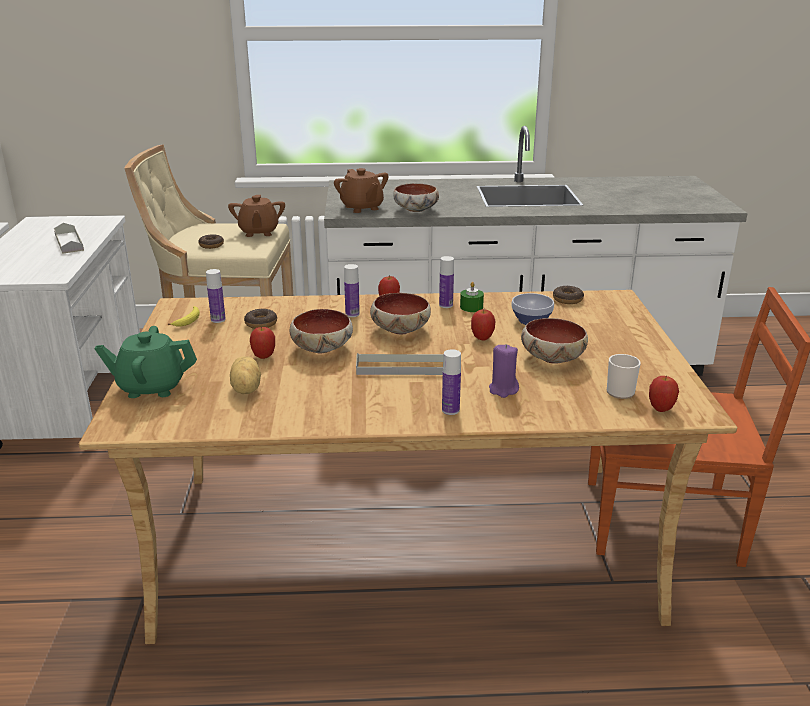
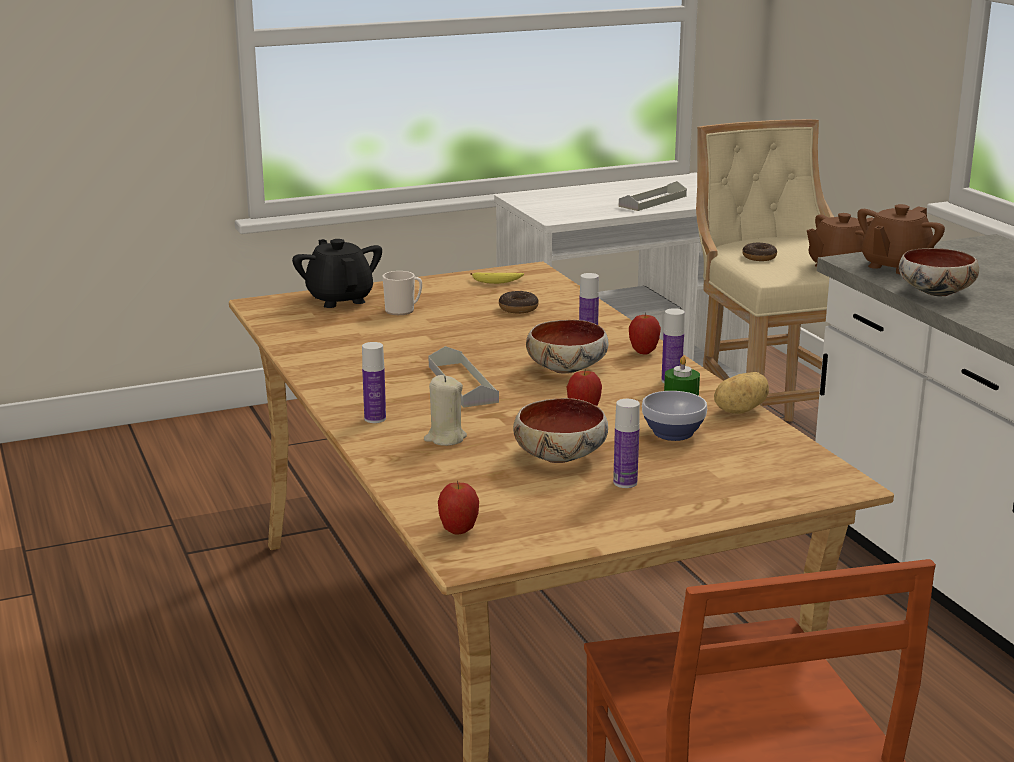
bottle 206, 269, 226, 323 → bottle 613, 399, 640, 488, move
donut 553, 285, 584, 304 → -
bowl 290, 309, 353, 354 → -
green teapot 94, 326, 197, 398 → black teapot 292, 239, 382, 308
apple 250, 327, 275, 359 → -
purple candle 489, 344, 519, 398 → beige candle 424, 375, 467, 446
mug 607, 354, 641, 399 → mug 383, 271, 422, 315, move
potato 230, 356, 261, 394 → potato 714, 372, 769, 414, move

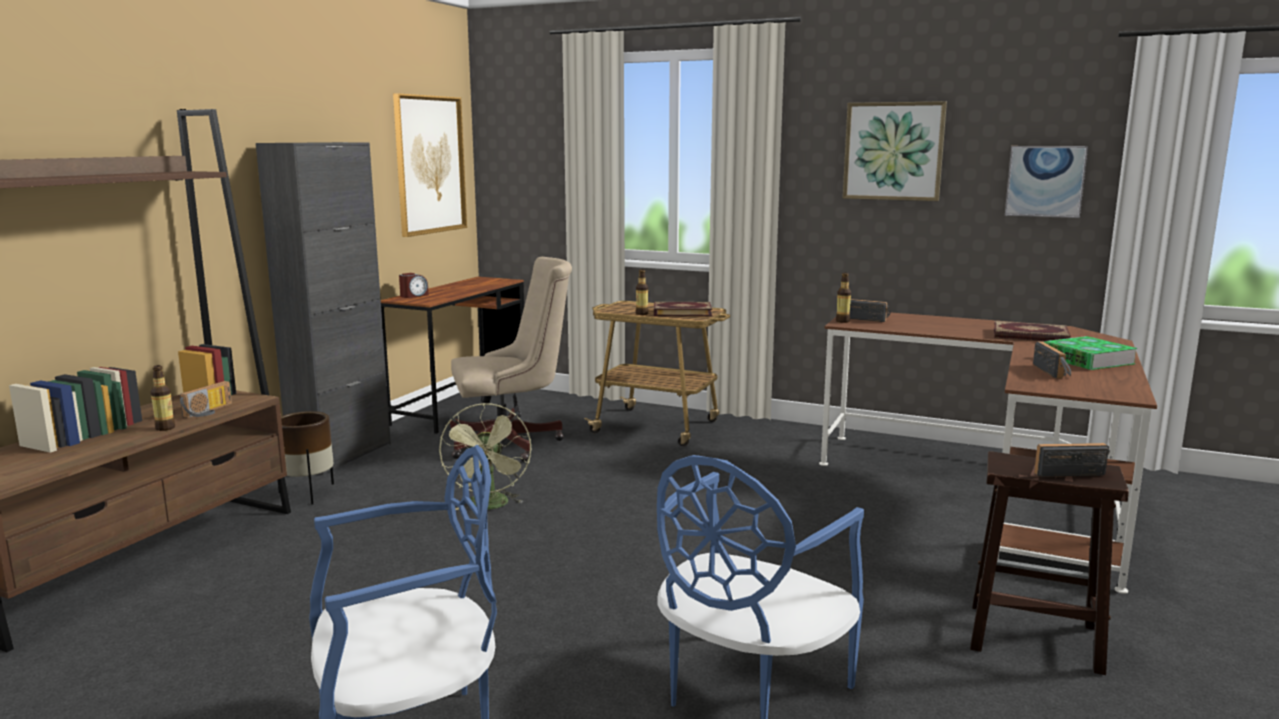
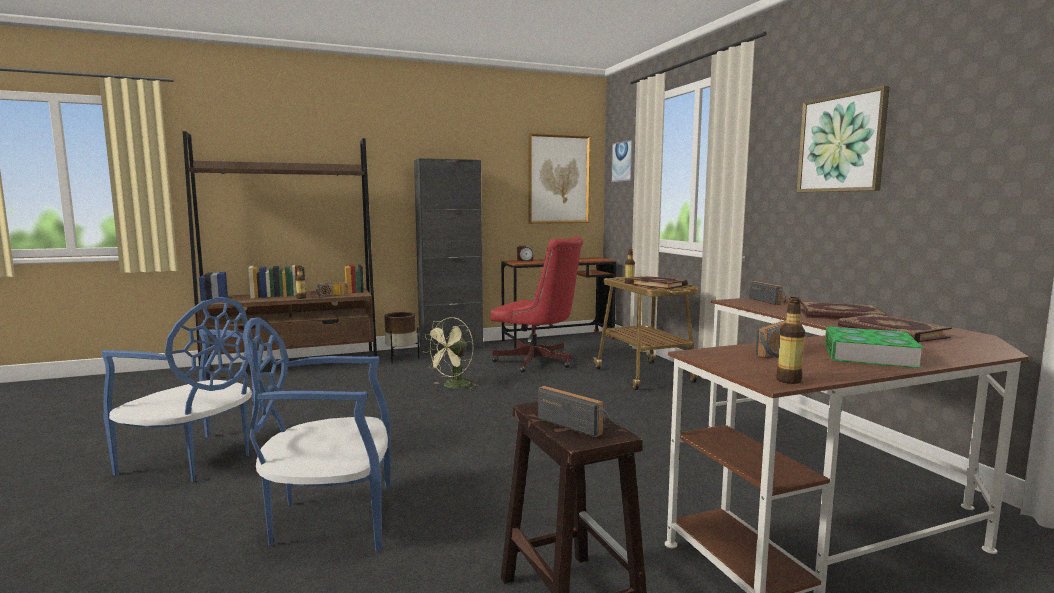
picture 1005, 146, 1088, 218 → picture 611, 140, 634, 182, move
beige office chair 450, 257, 572, 462 → red office chair 491, 237, 583, 373
bottle 836, 273, 851, 323 → bottle 776, 297, 805, 384, move
- → book 801, 302, 886, 319

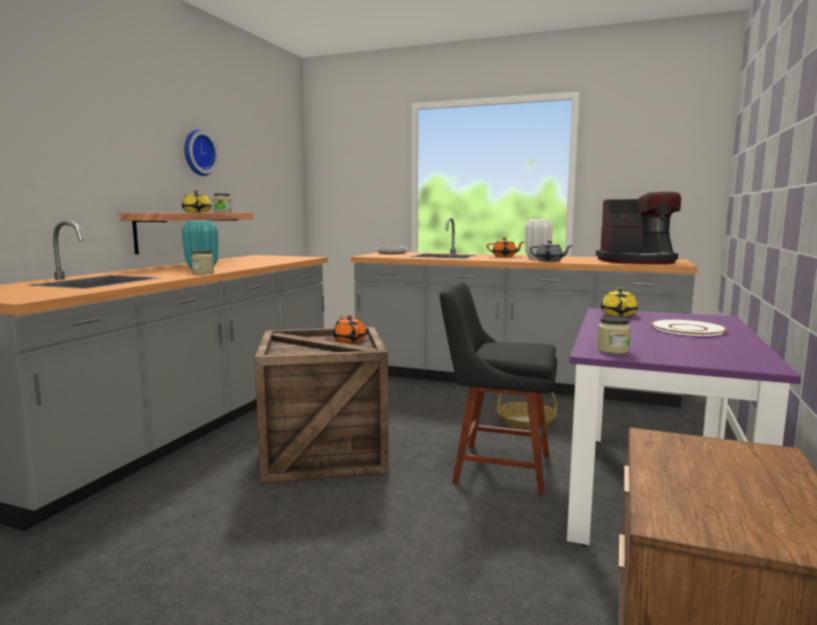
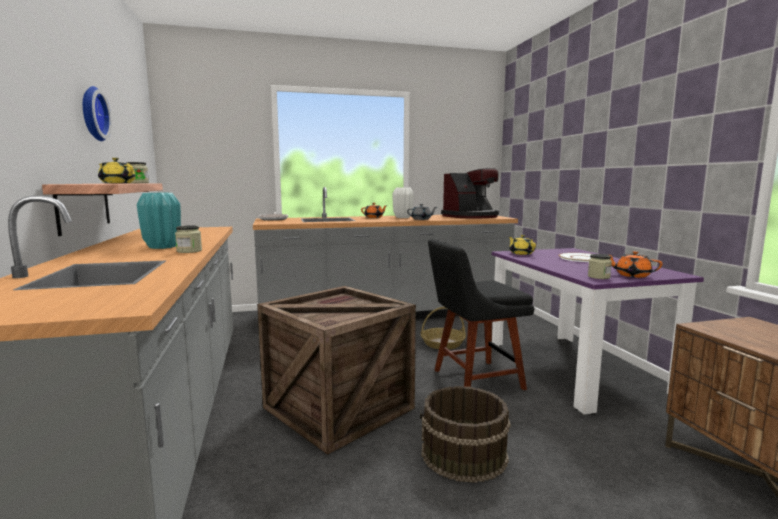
orange teapot 333, 315, 366, 343 → orange teapot 605, 251, 663, 278, move
- → brown bucket 420, 386, 510, 483

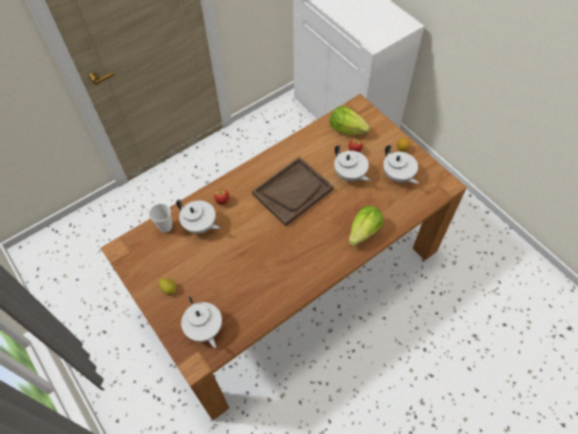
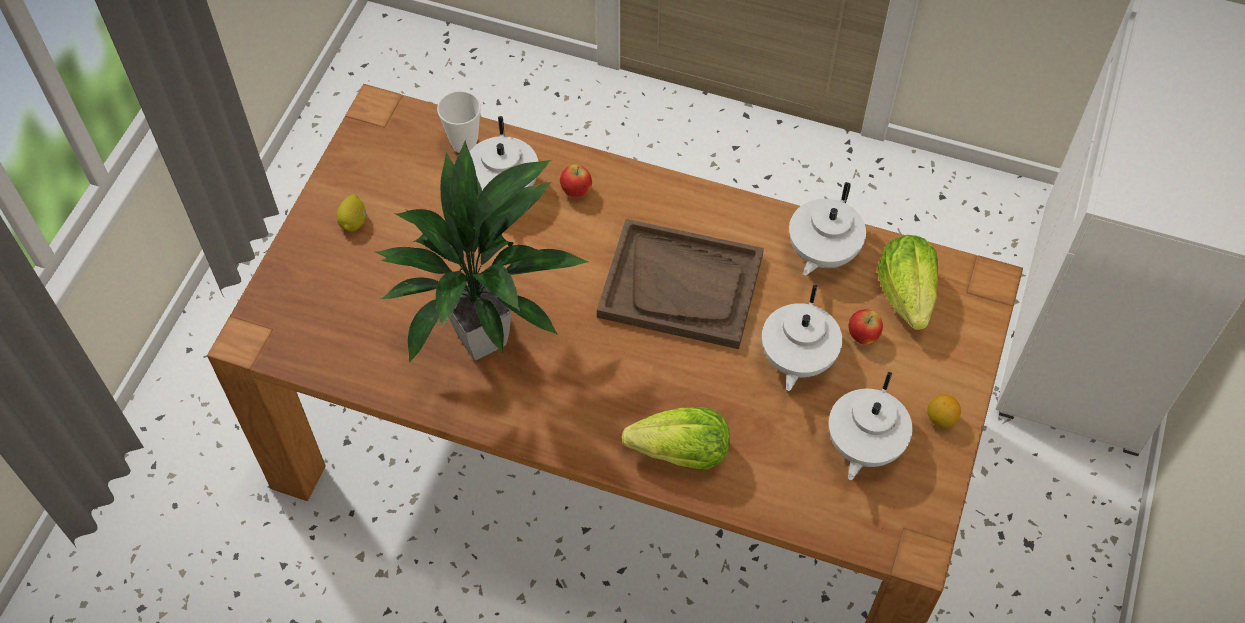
white teapot 181, 296, 222, 348 → white teapot 789, 182, 866, 276, move
- → potted plant 376, 140, 589, 362

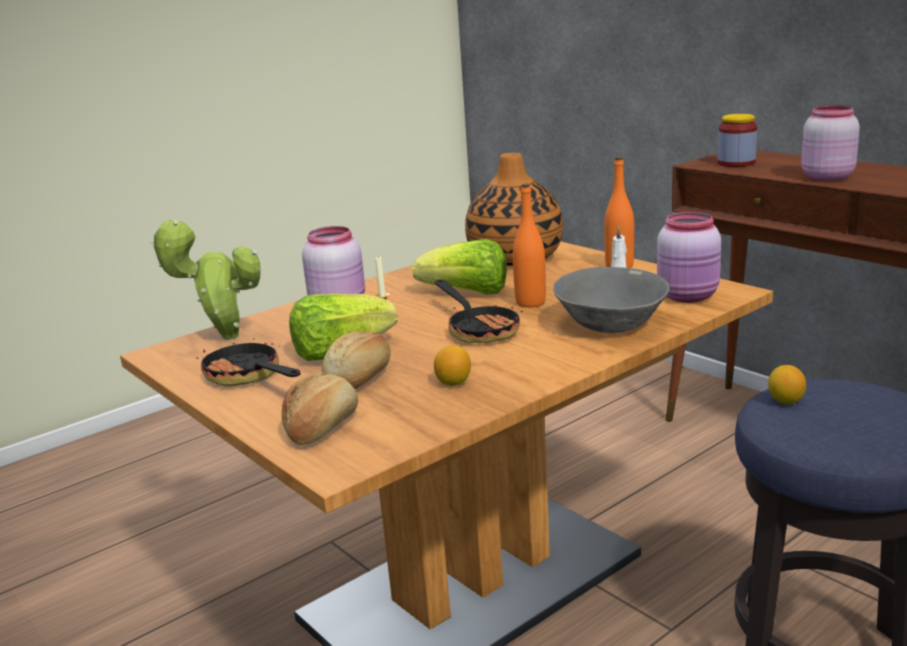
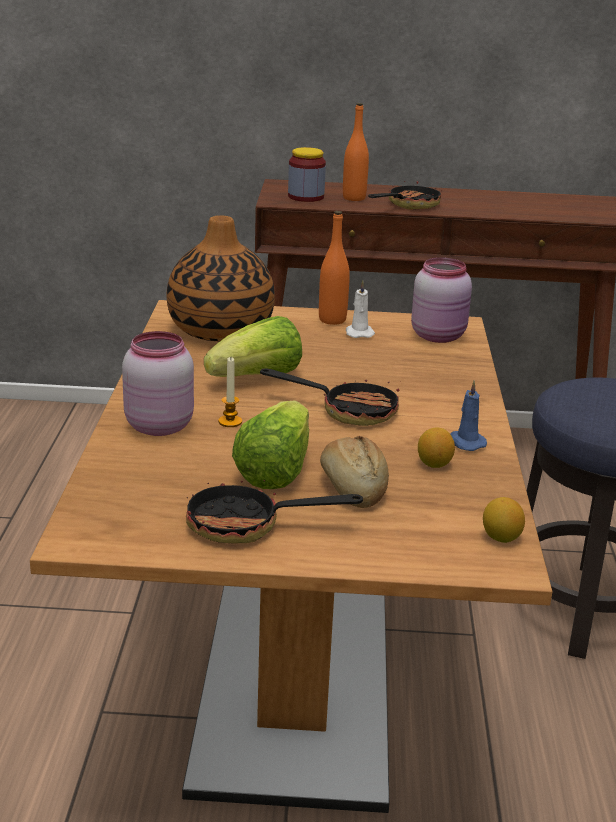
pink jar 801, 105, 860, 181 → frying pan 368, 181, 442, 210
orange bottle 513, 184, 546, 308 → orange bottle 343, 103, 369, 201, move
potted plant 151, 220, 261, 340 → -
grey bowl 553, 267, 670, 333 → -
lemon 768, 365, 806, 404 → lemon 483, 497, 525, 543, move
bread 282, 373, 358, 445 → -
- → blue candle 450, 380, 487, 451

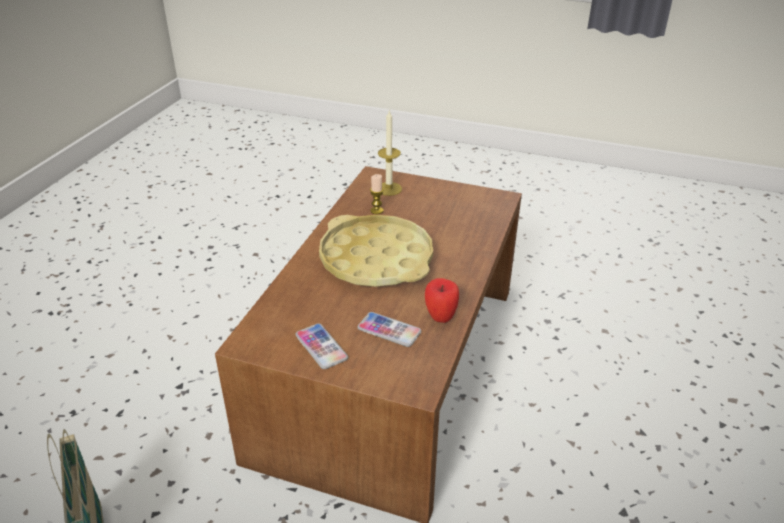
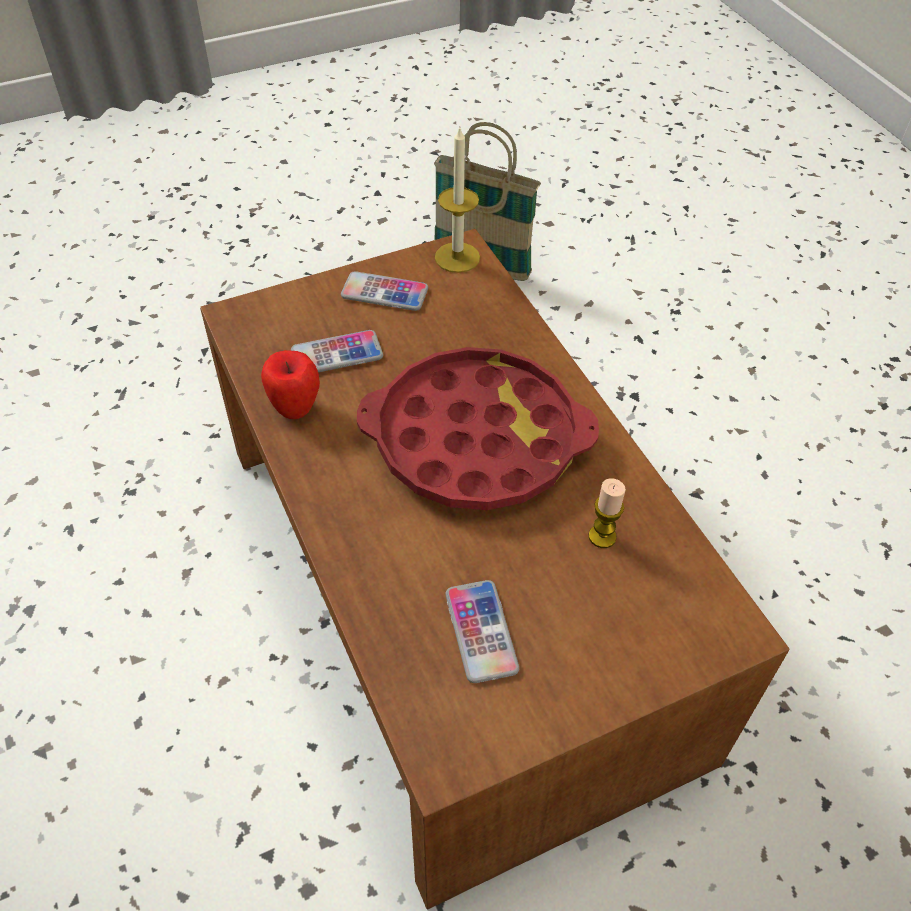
candle 378, 111, 402, 196 → candle 435, 128, 480, 273, move
yellow tray 319, 215, 433, 287 → red tray 357, 347, 599, 510
- → phone 445, 580, 519, 683

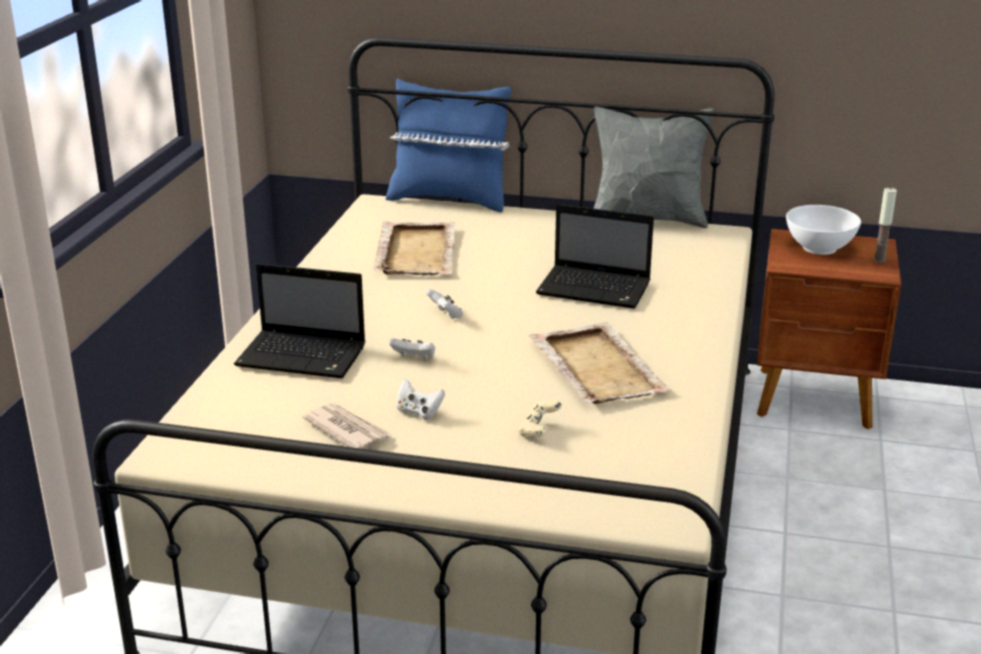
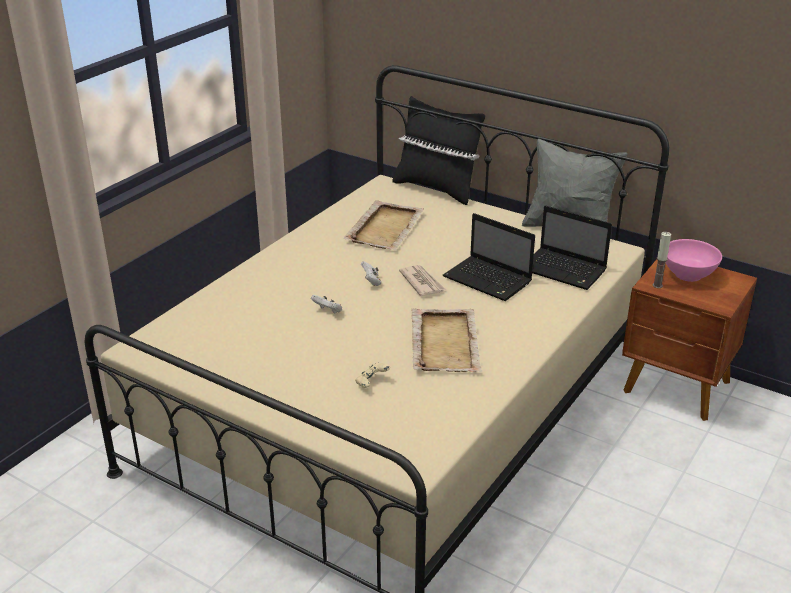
blue pillow 386, 78, 512, 212 → black pillow 392, 96, 485, 205
candle 873, 187, 897, 263 → candle 653, 232, 671, 288, move
white bowl 786, 205, 861, 255 → pink bowl 666, 239, 722, 282
laptop 234, 264, 366, 378 → laptop 532, 205, 612, 290, move
white game controller 397, 379, 445, 419 → -
newspaper 302, 403, 391, 449 → newspaper 399, 265, 446, 296, move

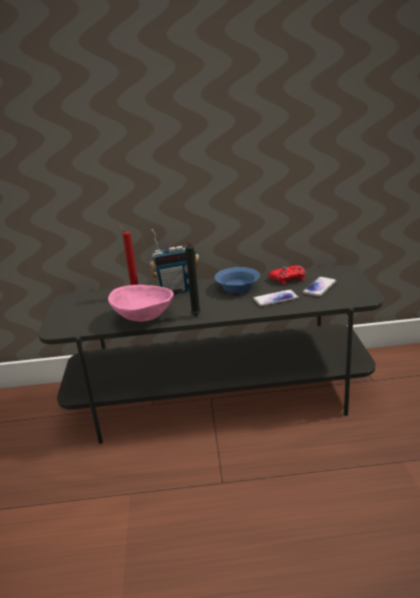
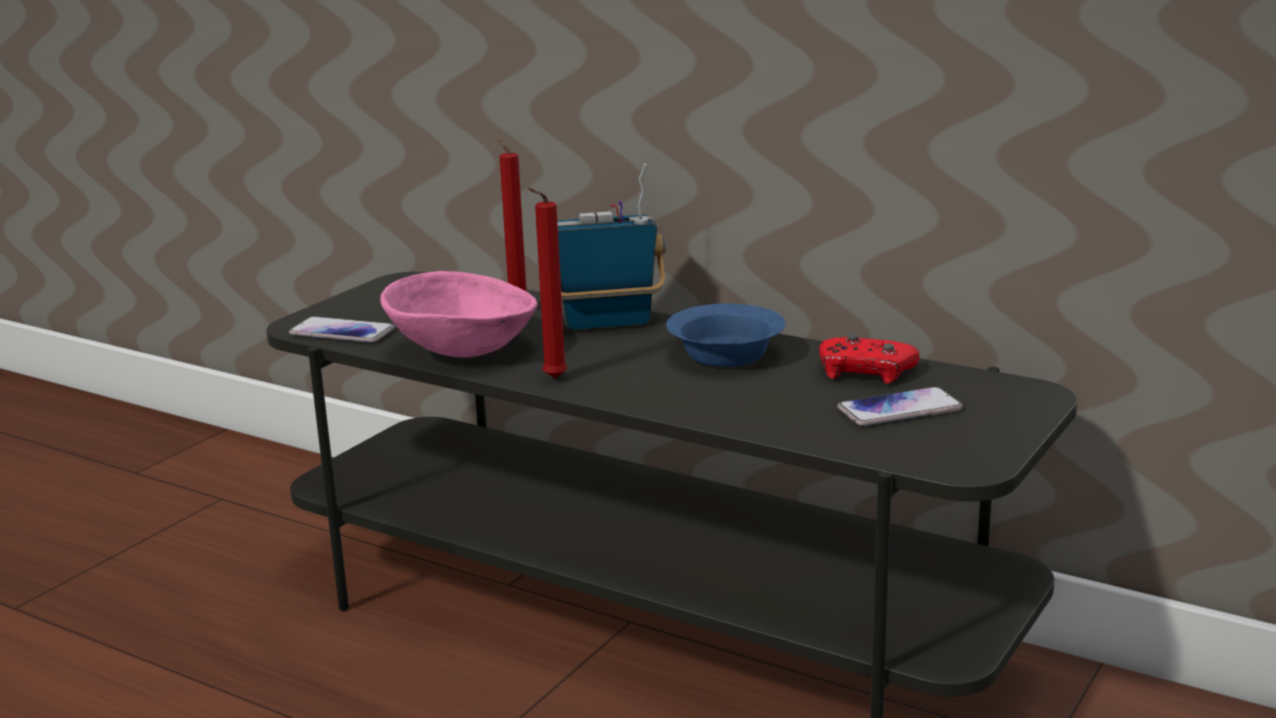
radio 149, 229, 199, 294 → radio 557, 163, 666, 330, 150 degrees clockwise
black candle 185, 242, 201, 316 → red candle 527, 187, 568, 379
phone 253, 289, 299, 306 → phone 289, 317, 395, 343, move

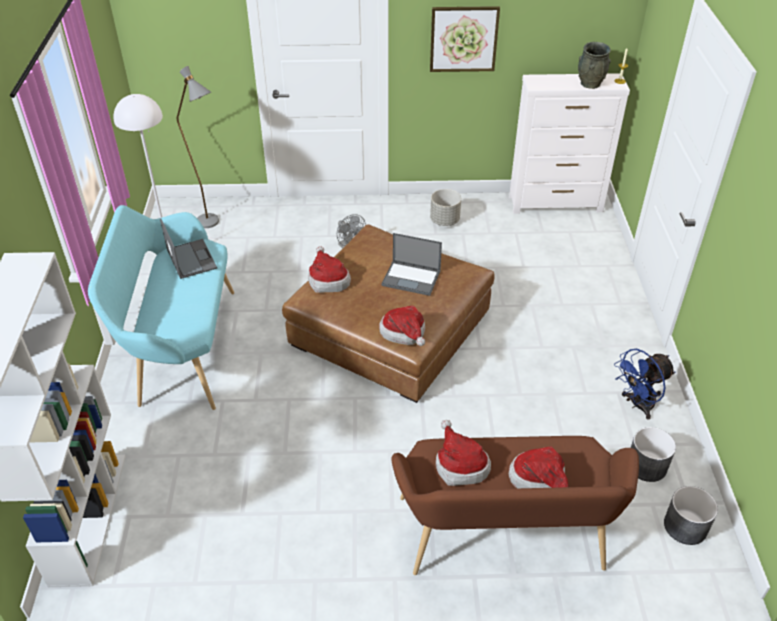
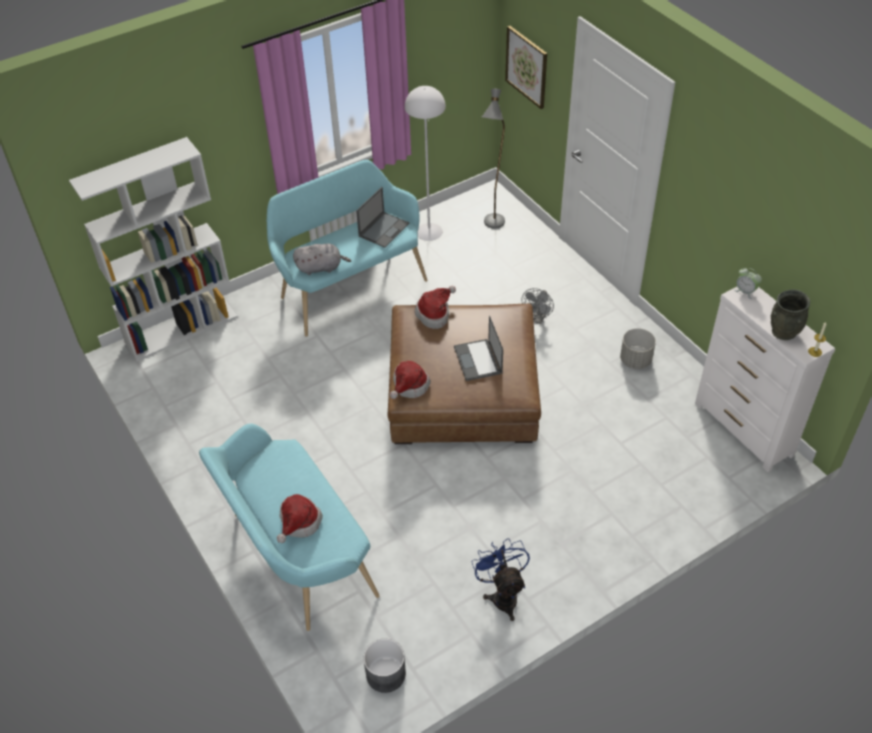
picture 430, 6, 500, 72 → picture 505, 26, 547, 109, move
blue fan 614, 349, 675, 420 → blue fan 472, 538, 530, 621, 45 degrees clockwise
hat 436, 420, 491, 486 → -
grey planter 631, 427, 676, 482 → -
brown bench 391, 436, 639, 575 → turquoise bench 199, 424, 379, 631
- → grey plush toy 293, 243, 351, 275
- → alarm clock 734, 268, 762, 299

